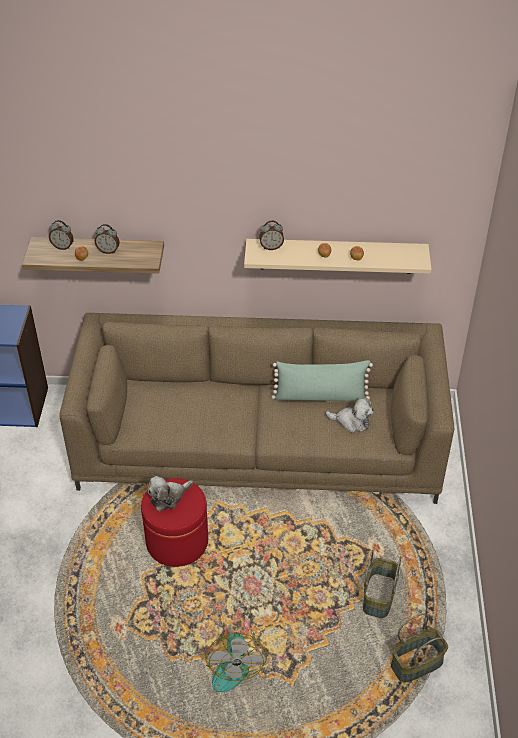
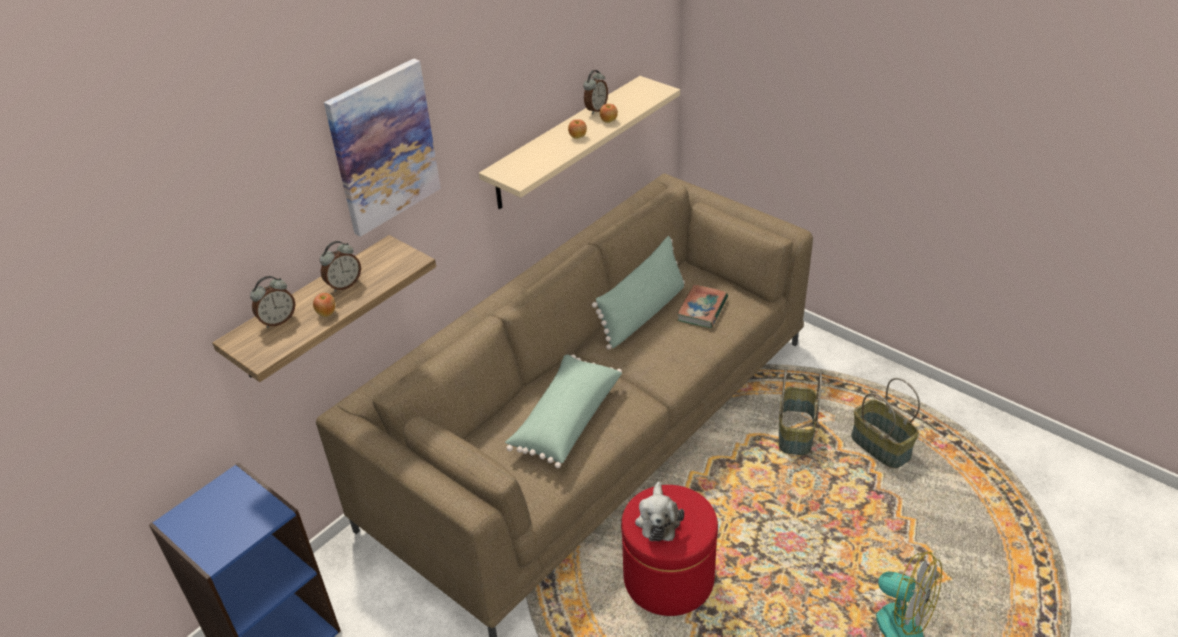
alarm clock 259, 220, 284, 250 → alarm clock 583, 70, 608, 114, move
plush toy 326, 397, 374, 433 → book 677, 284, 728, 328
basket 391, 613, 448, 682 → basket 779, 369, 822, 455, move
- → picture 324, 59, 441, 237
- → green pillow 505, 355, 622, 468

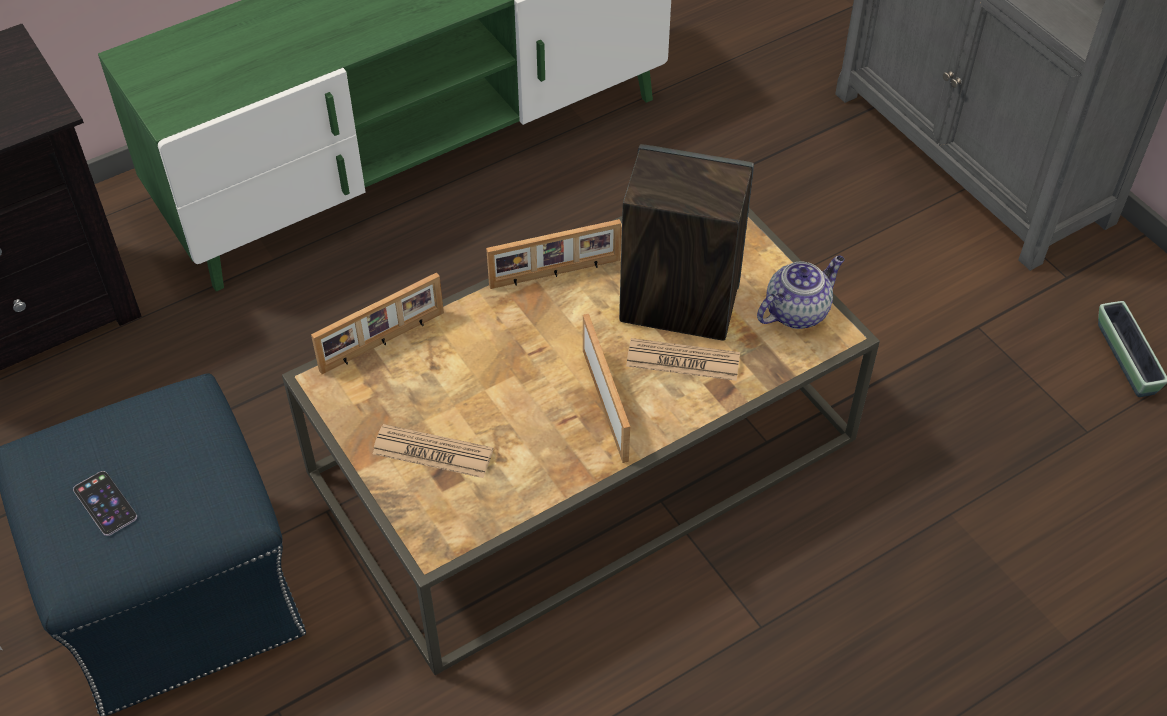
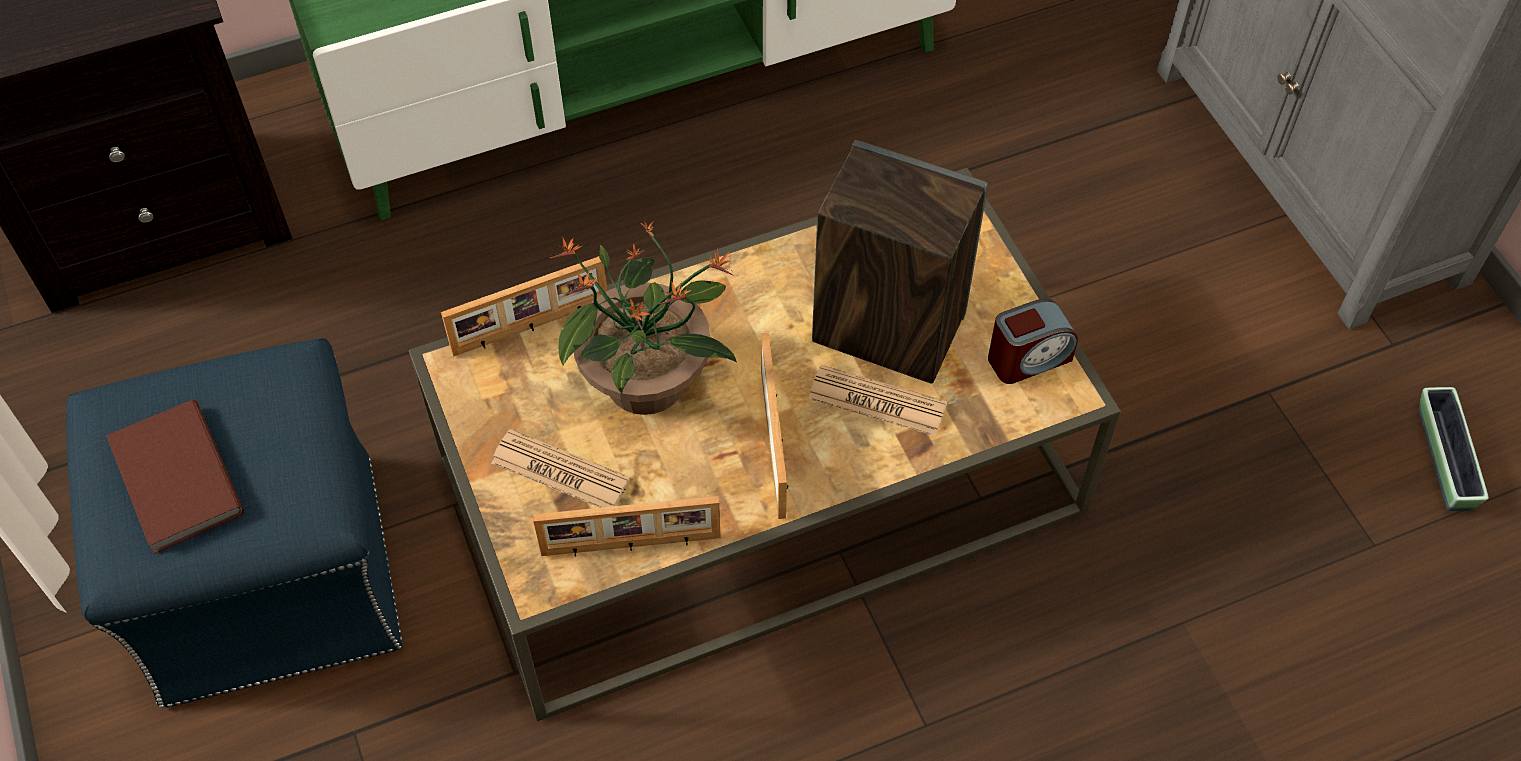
picture frame 486, 219, 621, 289 → picture frame 533, 496, 721, 557, move
teapot 757, 256, 845, 329 → alarm clock 988, 299, 1078, 384
phone 73, 471, 137, 536 → brown book 106, 400, 244, 554
- → potted plant 550, 221, 737, 415

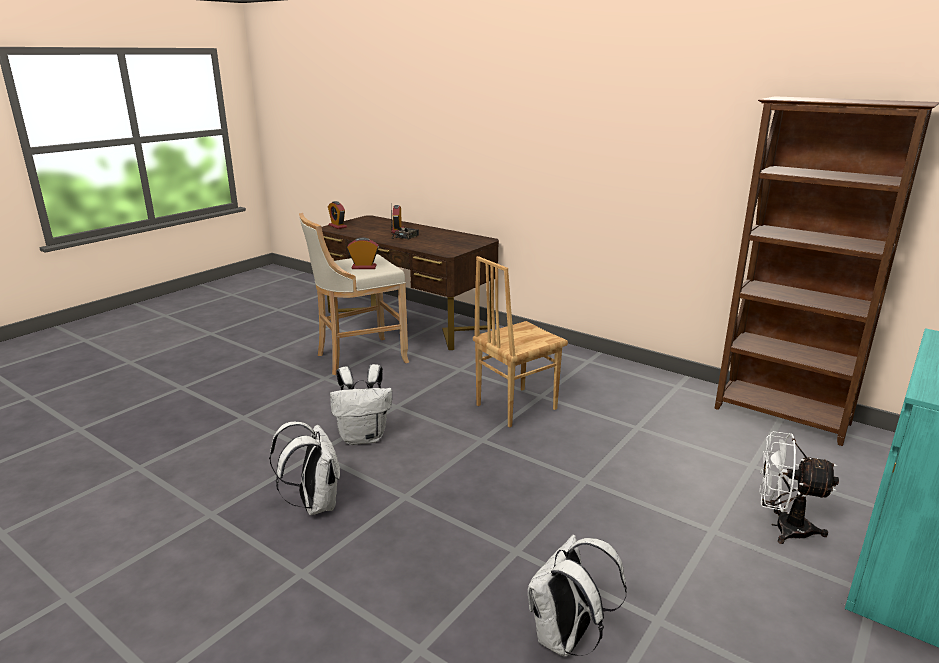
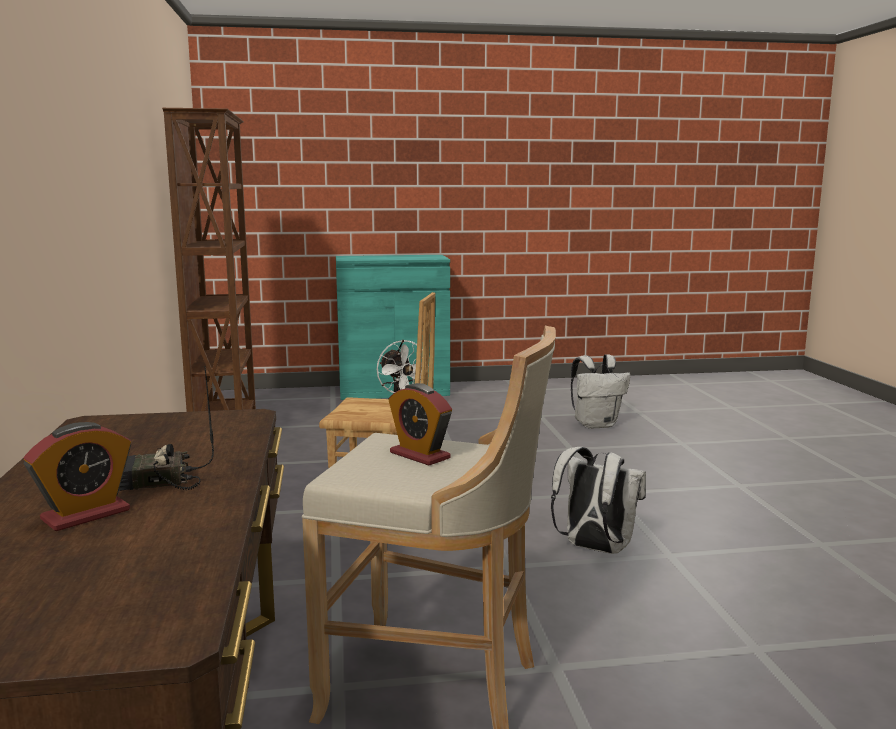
alarm clock 328, 201, 347, 229 → -
white backpack 269, 421, 340, 515 → -

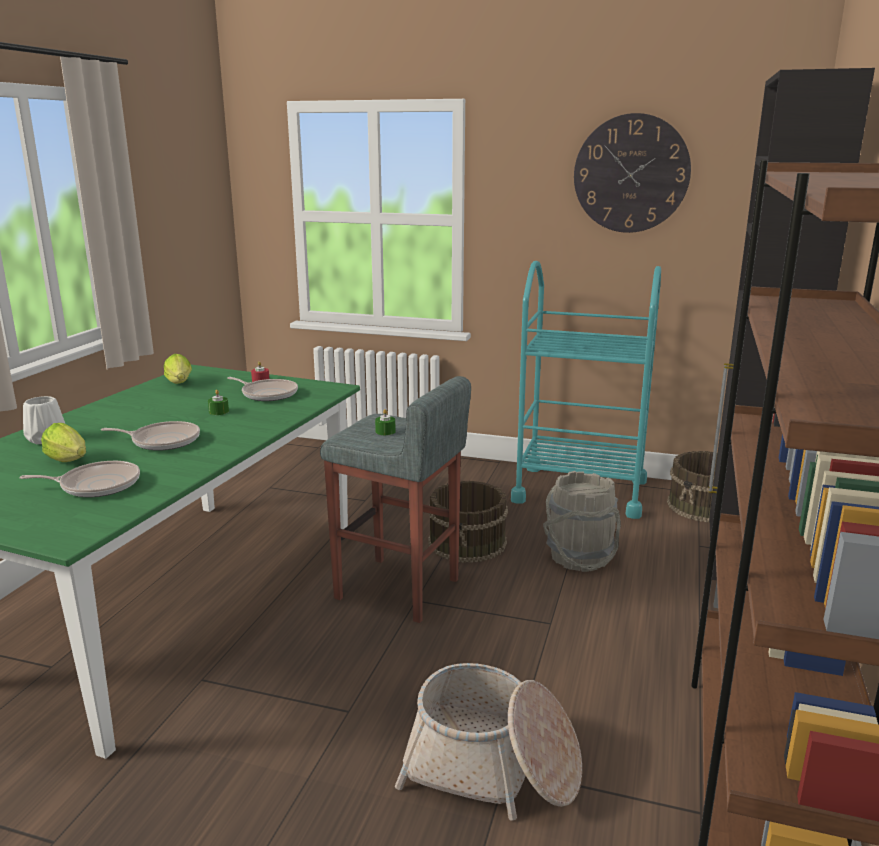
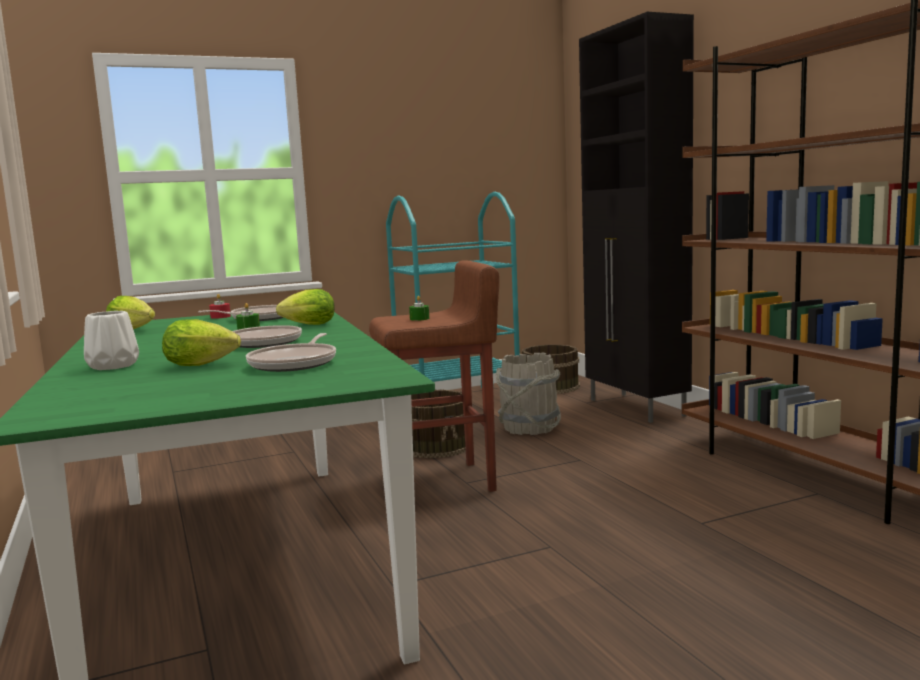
wall clock 574, 113, 691, 233 → -
grey stool 320, 376, 471, 623 → brown stool 369, 260, 499, 492
frying pan 20, 461, 140, 497 → frying pan 246, 333, 336, 372, 150 degrees clockwise
basket 395, 663, 582, 821 → -
- → lettuce 276, 289, 335, 325

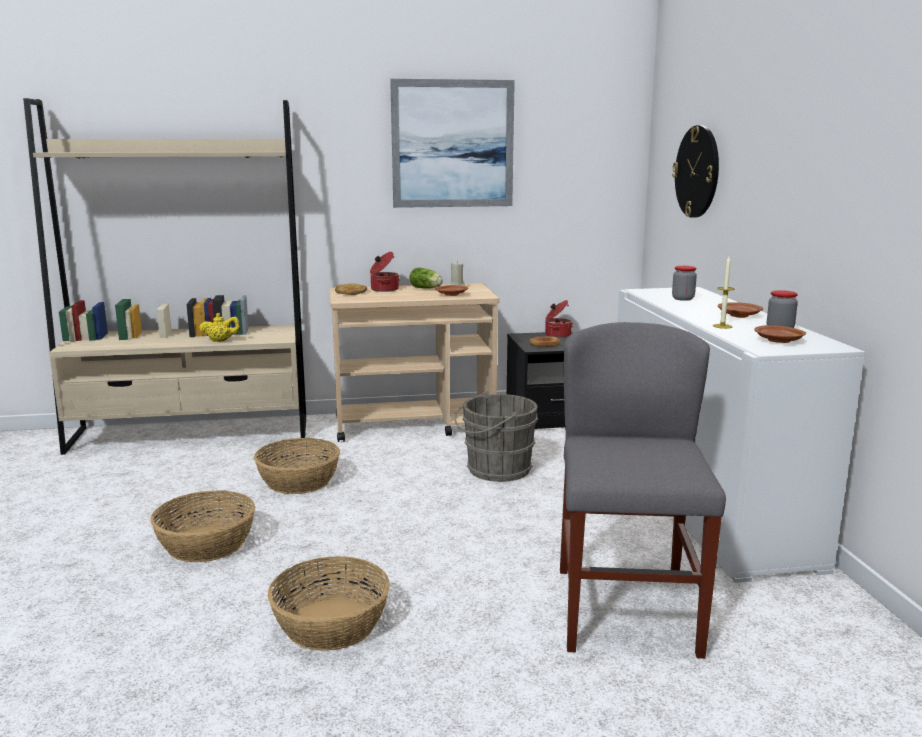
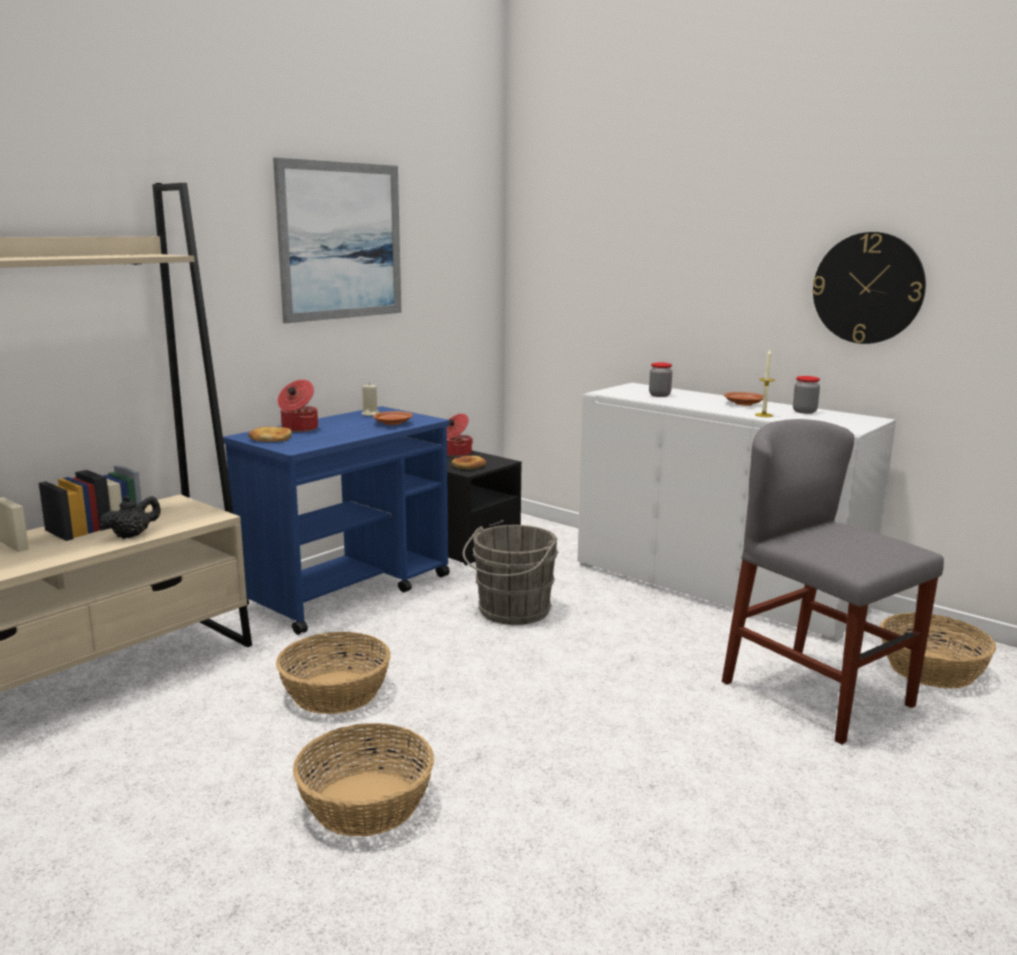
wall clock 672, 125, 719, 218 → wall clock 812, 232, 926, 344, move
lettuce 410, 268, 443, 288 → -
beige cart 330, 283, 499, 442 → blue cart 223, 406, 450, 635
yellow teapot 199, 313, 241, 342 → black teapot 100, 495, 161, 539
brown plate 754, 325, 806, 343 → -
basket 267, 556, 390, 651 → basket 880, 613, 996, 689, move

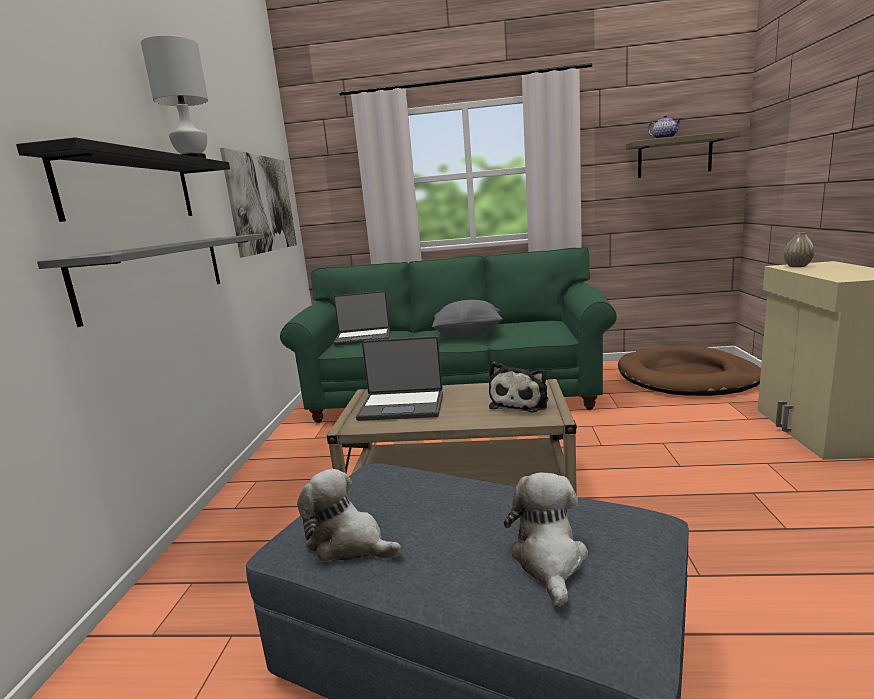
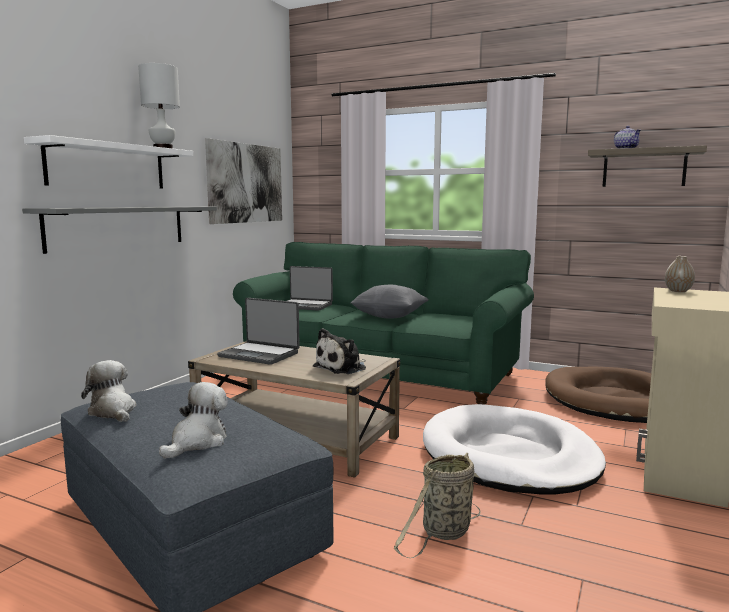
black shelf 16, 137, 230, 222 → white shelf 24, 135, 193, 188
- → white dog bed 423, 404, 606, 495
- → basket 394, 453, 481, 558

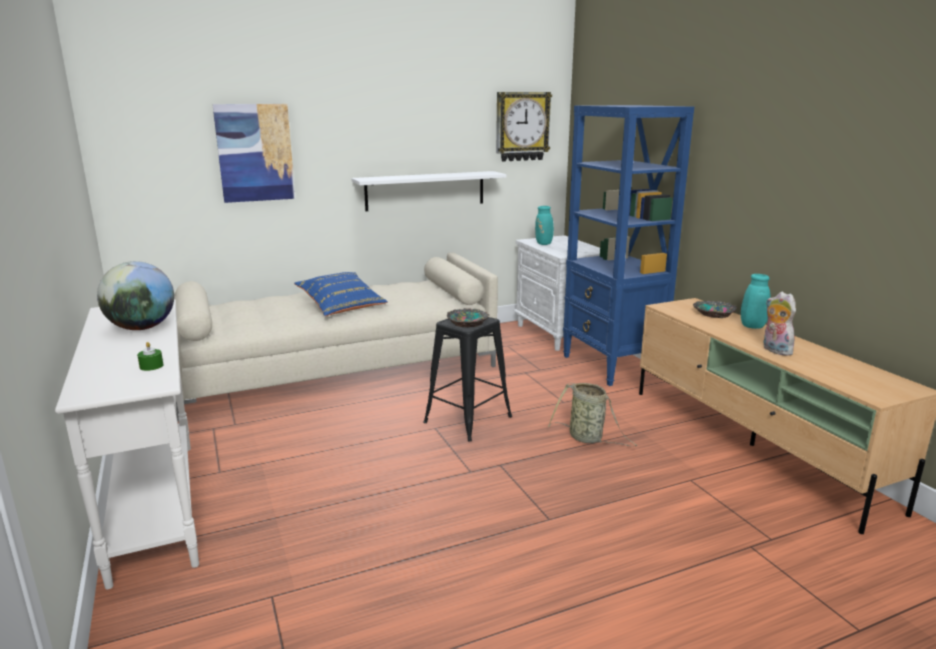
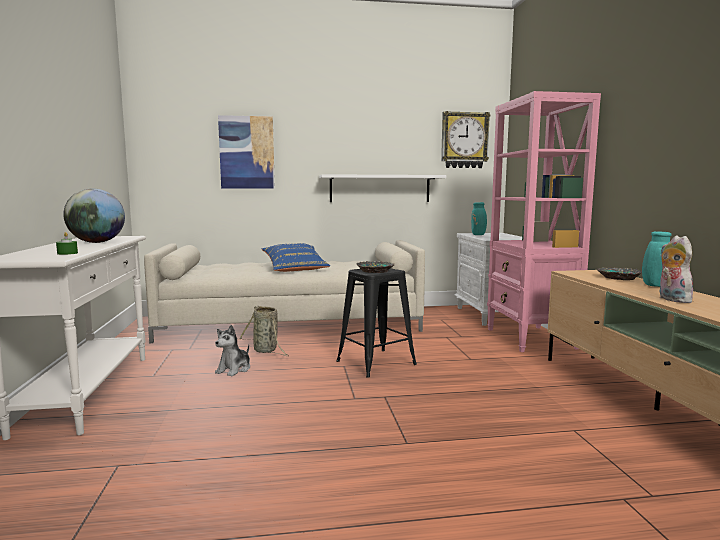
blue bookcase 563, 105, 694, 386 → pink bookcase 487, 91, 601, 352
basket 548, 383, 637, 446 → basket 239, 306, 289, 356, move
- → plush toy 215, 325, 250, 377

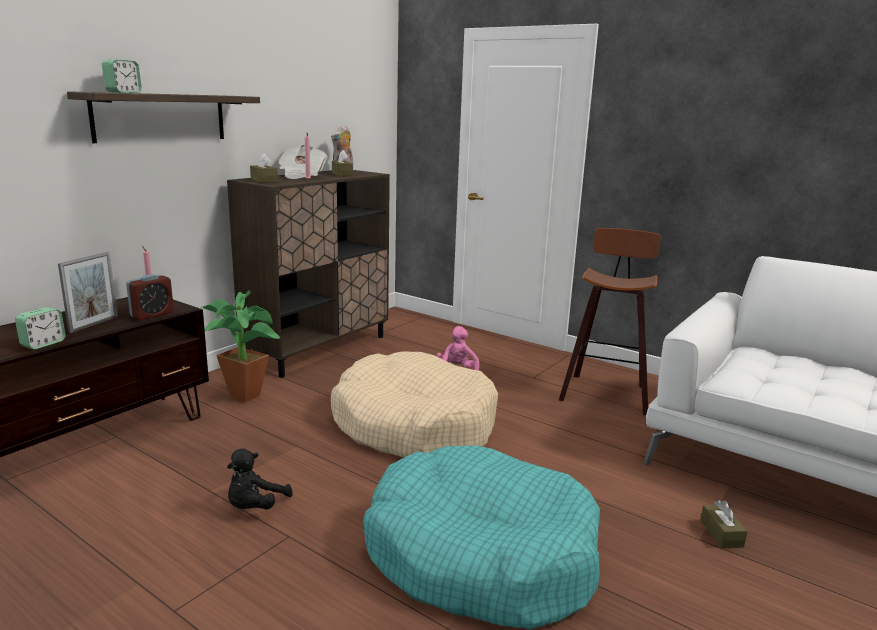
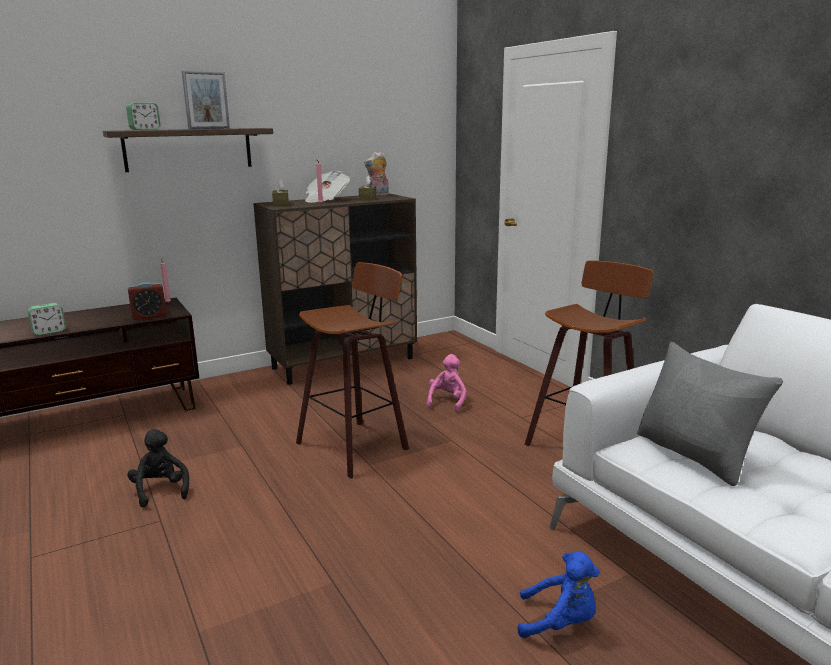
picture frame 58, 252, 118, 333 → picture frame 182, 71, 230, 129, move
potted plant 201, 290, 280, 403 → -
beige dog bed 331, 352, 498, 457 → stool 296, 262, 409, 479
turquoise dog bed 363, 446, 600, 629 → -
black plush toy 227, 448, 293, 509 → black plush toy 127, 429, 189, 508, 105 degrees clockwise
brown tissue box 700, 500, 748, 548 → blue plush toy 518, 552, 600, 639
- → grey pillow 637, 342, 783, 486

